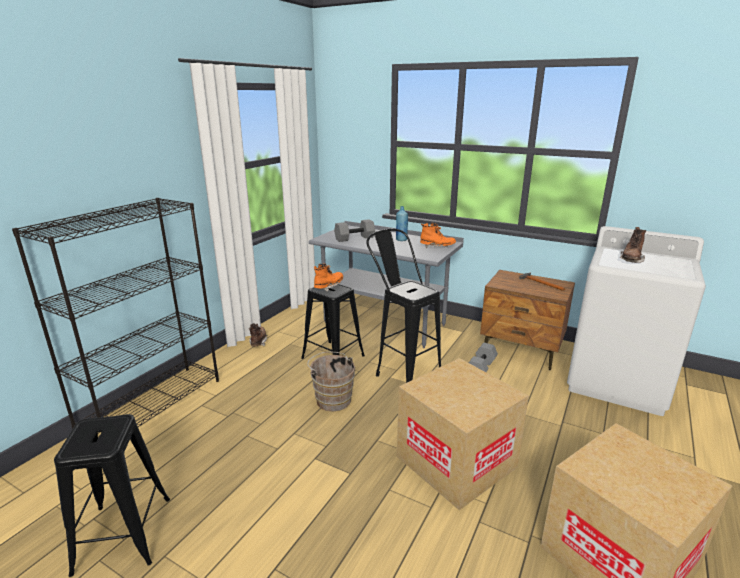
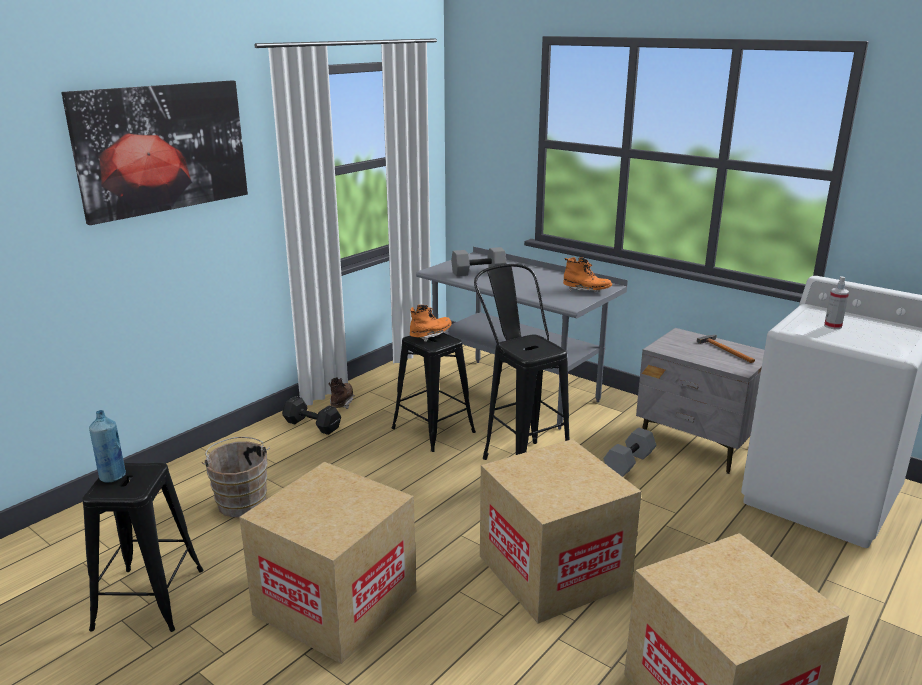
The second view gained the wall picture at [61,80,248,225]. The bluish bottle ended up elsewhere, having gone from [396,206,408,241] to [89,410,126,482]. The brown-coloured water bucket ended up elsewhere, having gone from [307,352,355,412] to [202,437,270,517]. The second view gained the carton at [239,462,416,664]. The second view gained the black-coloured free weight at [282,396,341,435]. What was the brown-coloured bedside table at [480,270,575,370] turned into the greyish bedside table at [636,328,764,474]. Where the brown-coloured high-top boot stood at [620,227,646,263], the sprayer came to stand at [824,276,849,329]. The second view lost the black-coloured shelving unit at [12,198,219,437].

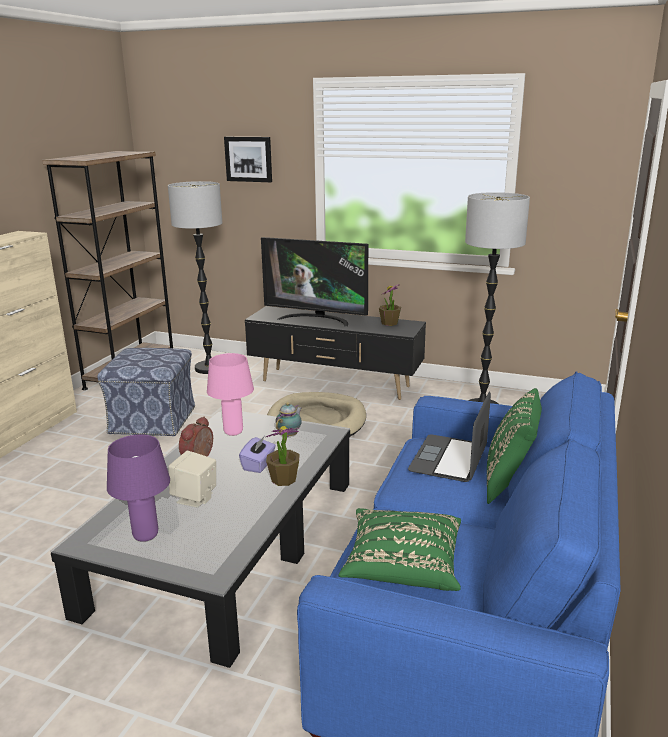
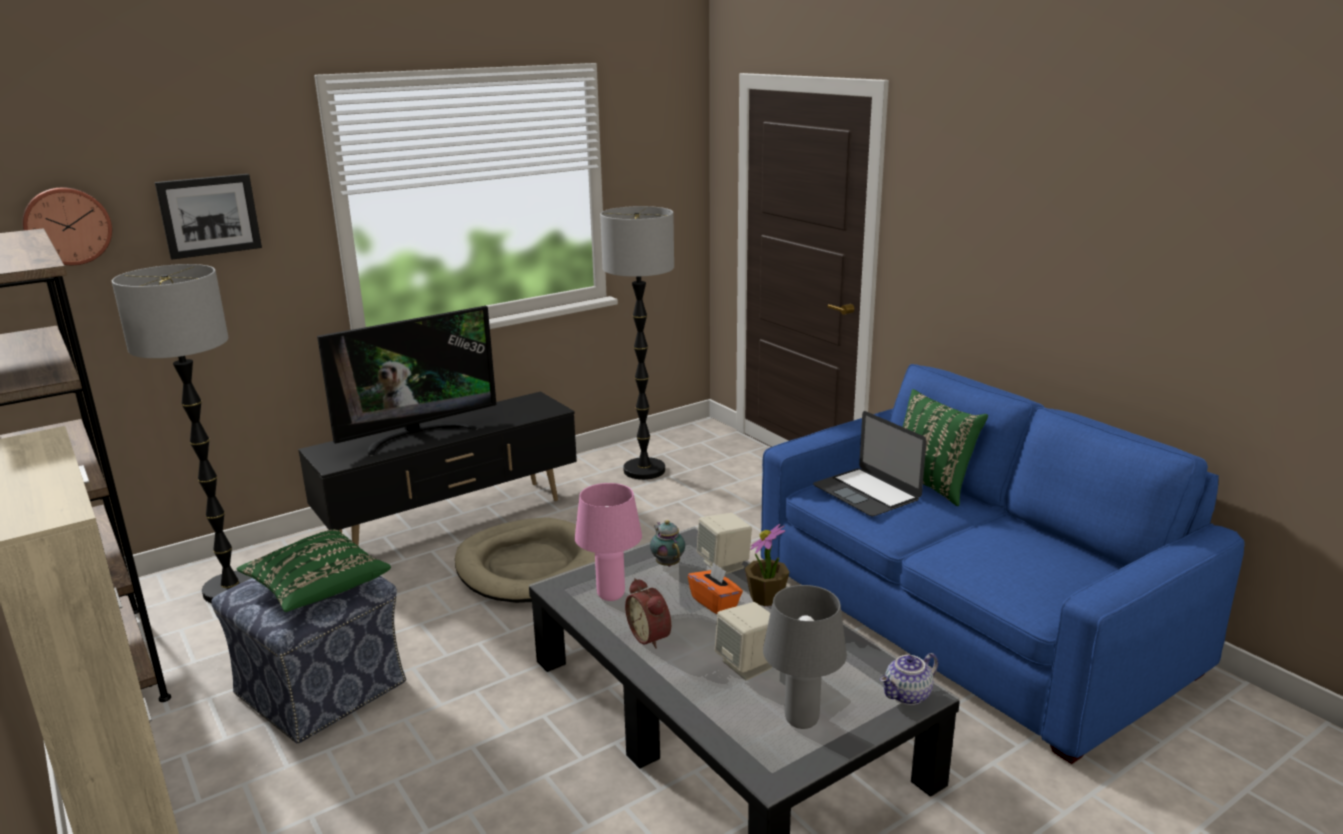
The second view gained the clock on the wall at [22,187,112,265]. The green cushion ended up elsewhere, having gone from [339,508,461,591] to [237,529,391,612]. What was the purple-coloured tissue holder at [239,436,276,473] turned into the orangey tissue holder at [688,562,743,614]. The second view gained the sand-coloured audio speaker at [697,513,752,574]. What was the purple-coloured lamp for a table at [107,434,170,542] turned into the greyish lamp for a table at [763,585,847,729]. The second view gained the pot for tea at [880,653,938,705]. The second view lost the houseplant at [379,284,401,326].

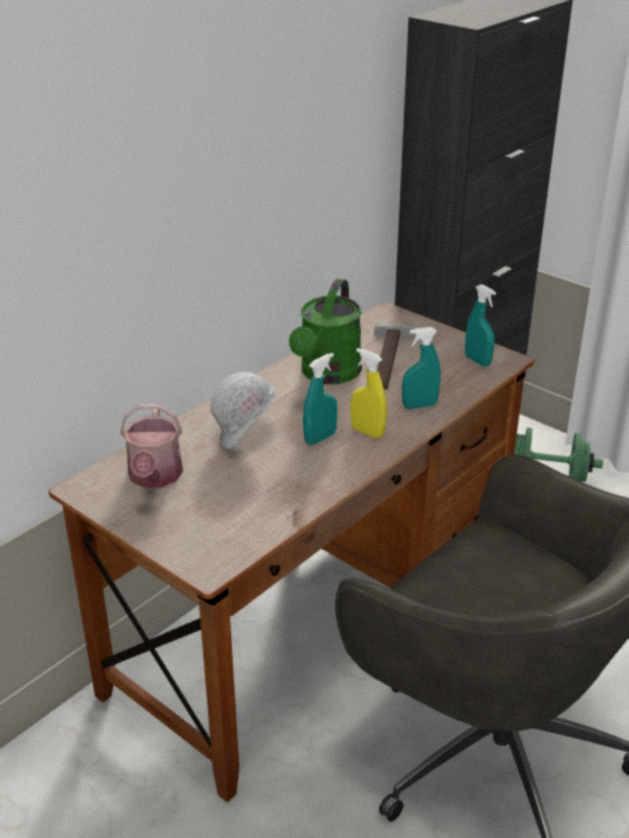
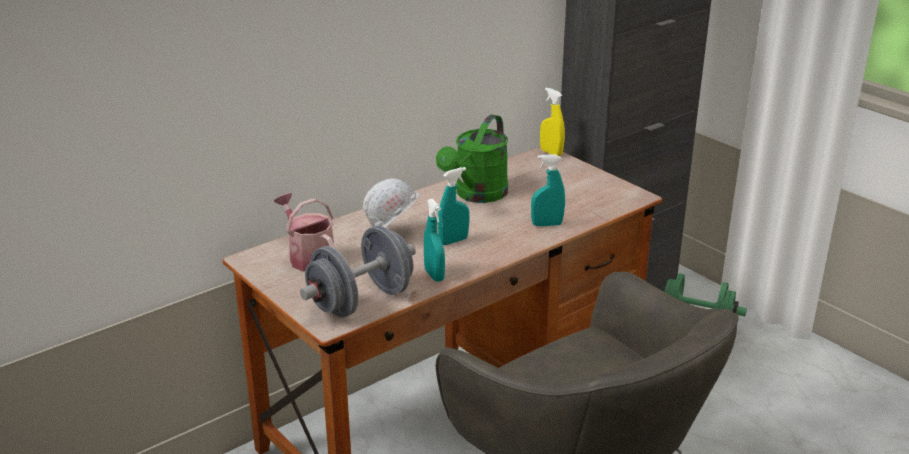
The watering pot at [120,404,183,488] ended up facing another way, 135 degrees clockwise from before. The second view gained the greyish free weight at [300,226,416,318]. The blue-green sprayer ended up elsewhere, having gone from [465,284,496,367] to [424,199,445,282]. The yellowish sprayer ended up elsewhere, having gone from [350,348,387,438] to [540,88,565,156]. The second view lost the tool hammer at [375,321,423,389].

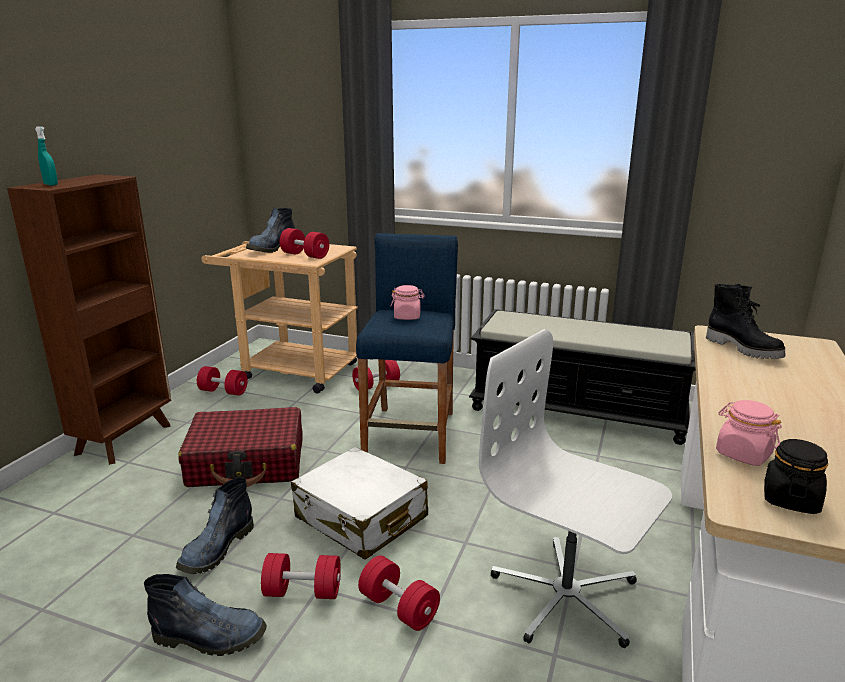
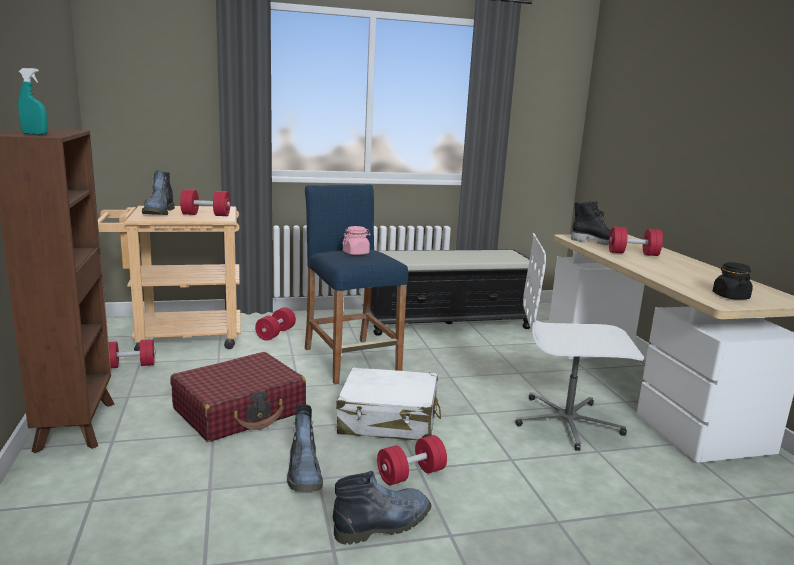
The red-coloured free weight ended up elsewhere, having gone from [358,555,440,631] to [609,227,663,256]. The second view lost the pinkish preserve jar at [716,400,782,466].

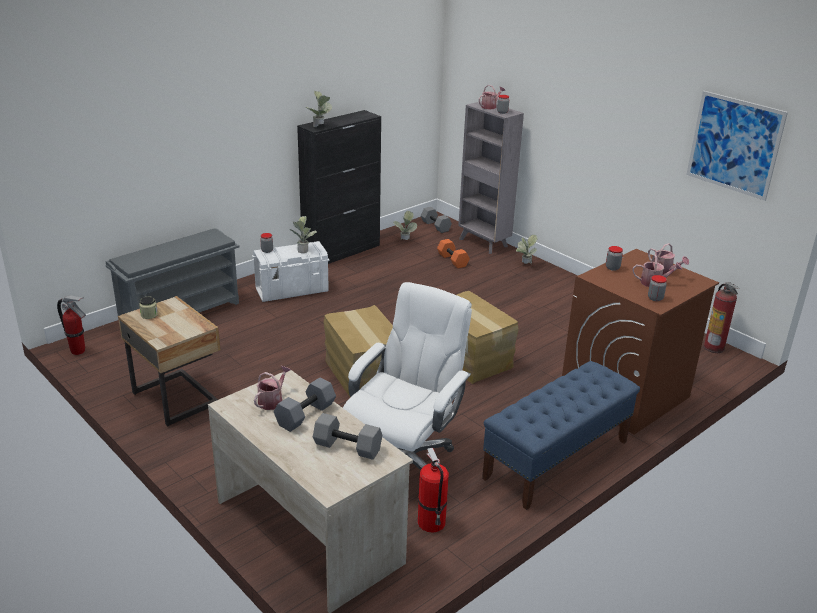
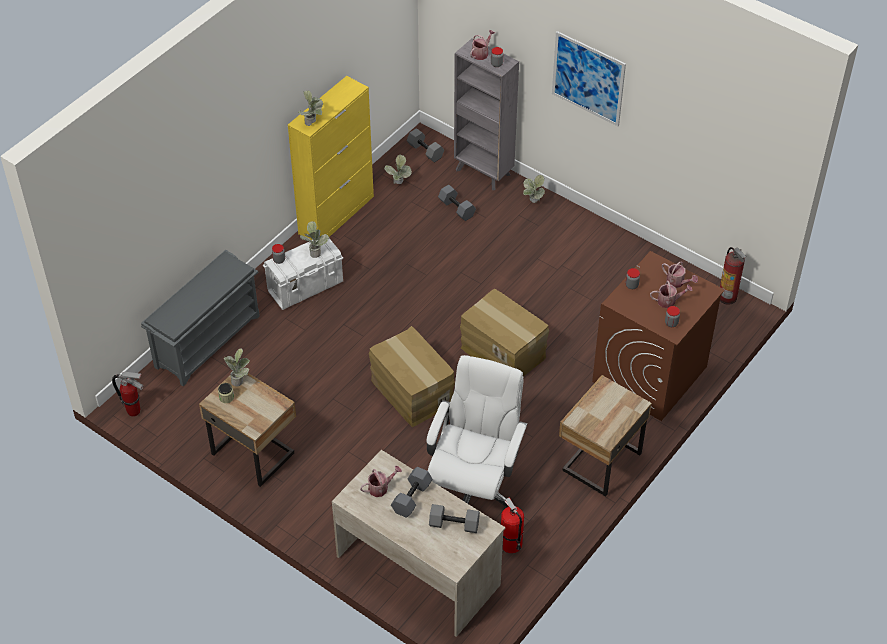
The second view gained the houseplant at [224,349,250,387]. What was the black-coloured storage cabinet at [297,110,381,264] turned into the yellowish storage cabinet at [288,76,374,240]. The watering pot at [254,366,291,410] ended up facing another way, 45 degrees clockwise from before. What was the orangey free weight at [437,239,470,269] turned into the greyish free weight at [438,185,476,221]. The wall picture ended up elsewhere, having gone from [686,91,788,201] to [552,31,626,126]. Where the bluish indoor bench stood at [482,361,640,510], the sand-coloured bedside table came to stand at [559,375,652,497].

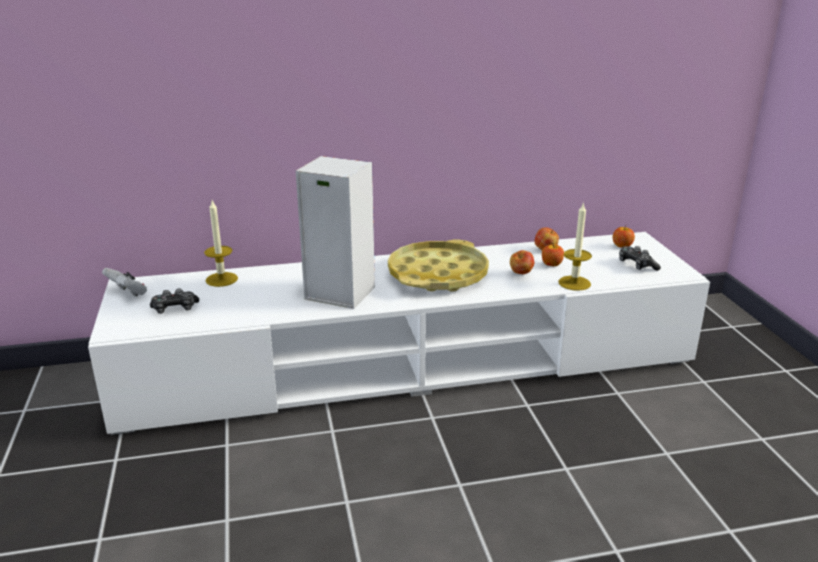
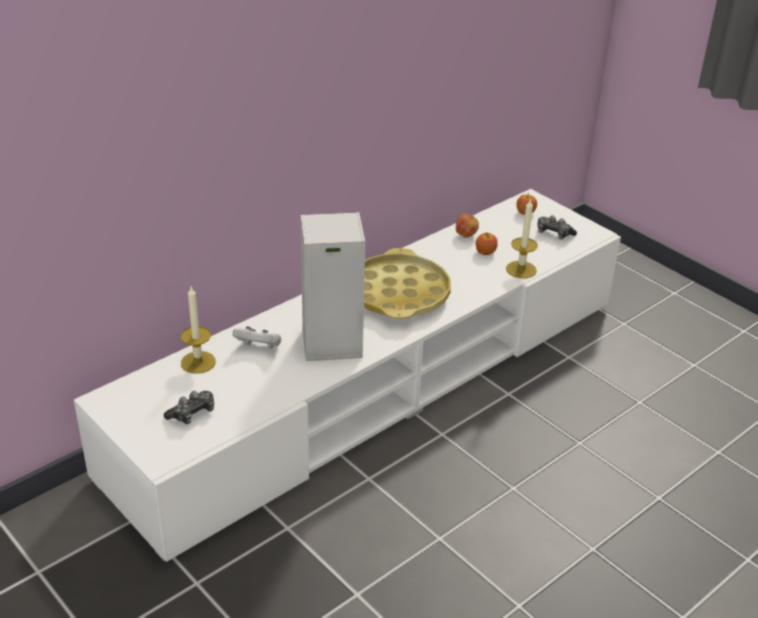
The whitish game controller ended up elsewhere, having gone from [102,268,147,297] to [233,326,281,349]. The second view lost the whole apple at [510,250,534,274].

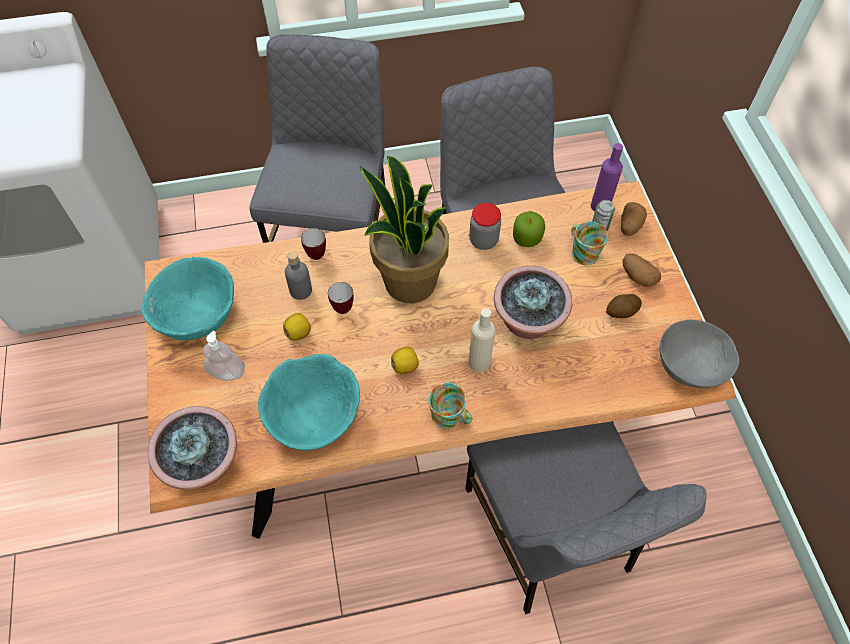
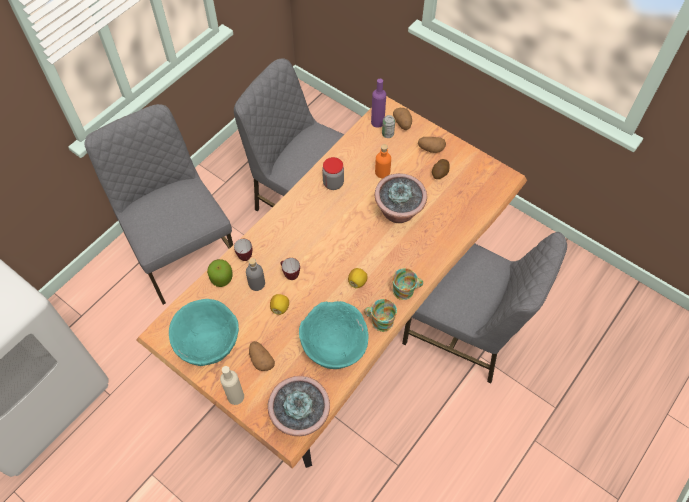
The whole apple ended up elsewhere, having gone from [513,211,545,247] to [207,259,233,287]. The sand-coloured bottle ended up elsewhere, having gone from [469,308,496,372] to [220,366,244,405]. Where the soap bottle stood at [203,331,245,381], the whole potato came to stand at [249,341,275,371]. The coffee mug ended up elsewhere, having gone from [571,222,608,265] to [364,299,397,332]. The second view gained the orangey bottle at [375,144,391,178]. The second view lost the houseplant at [359,156,449,303]. The second view lost the greyish bowl at [660,320,739,388].

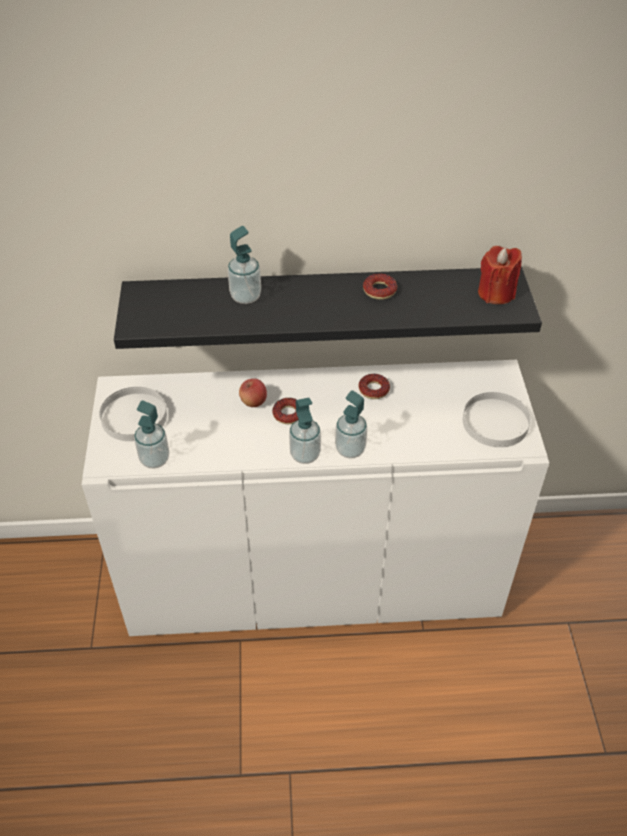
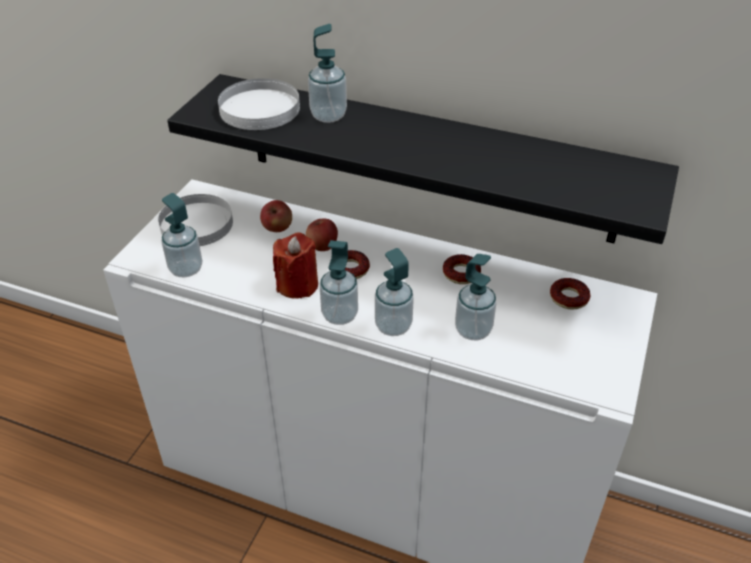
The whitish plate ended up elsewhere, having gone from [463,392,531,447] to [218,78,300,130]. The second view gained the whole apple at [260,200,292,232]. The red-coloured candle ended up elsewhere, having gone from [478,246,522,304] to [273,232,318,299]. The second view gained the soap bottle at [455,254,496,340]. The ring doughnut ended up elsewhere, having gone from [363,273,397,300] to [550,278,590,310].

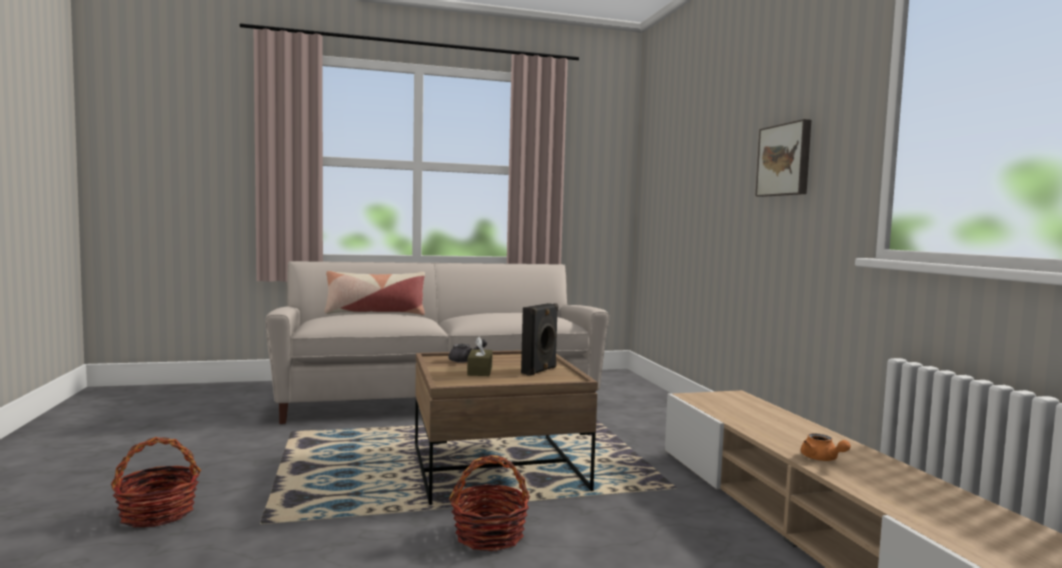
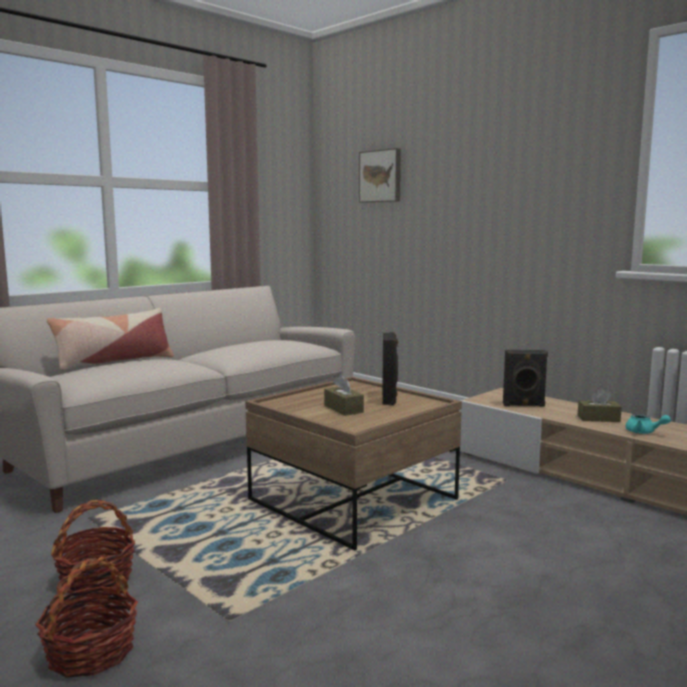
The basket ended up elsewhere, having gone from [449,455,530,551] to [51,500,135,594]. The wall picture ended up elsewhere, having gone from [755,119,812,197] to [359,148,401,203]. The second view gained the black-coloured audio speaker at [503,350,548,407]. The second view gained the brown-coloured tissue holder at [578,389,622,422]. What was the orangey pot for tea at [801,433,851,461] turned into the blue-green pot for tea at [625,414,671,434]. The second view lost the greyish pot for tea at [448,339,487,362].

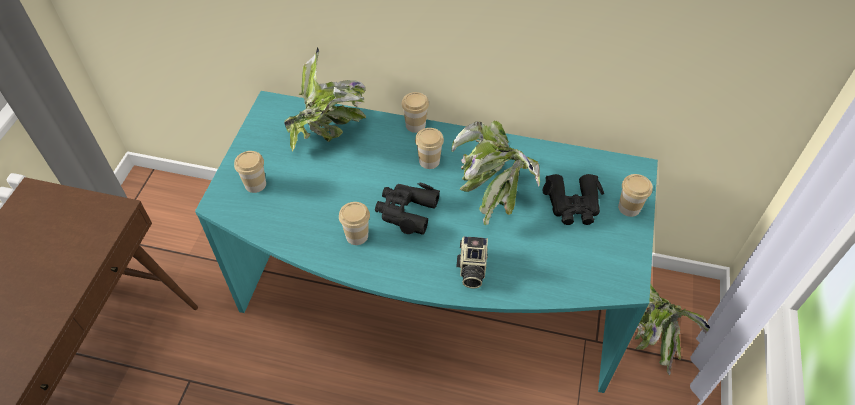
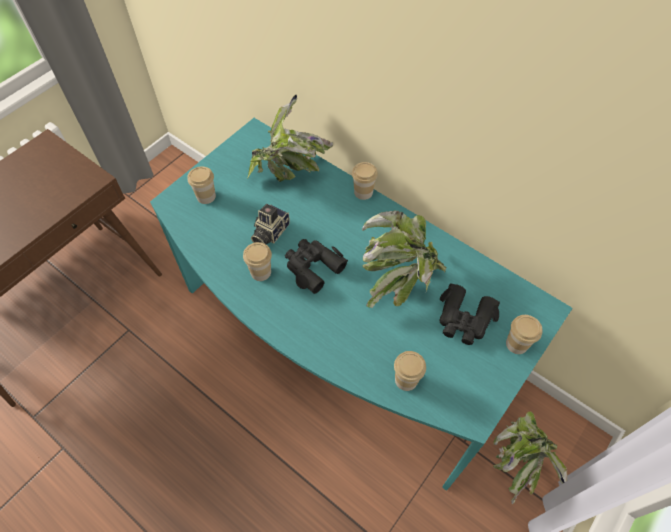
The photo camera ended up elsewhere, having gone from [456,237,488,288] to [251,204,290,244]. The drinking cup ended up elsewhere, having gone from [415,128,444,169] to [394,351,426,391].

